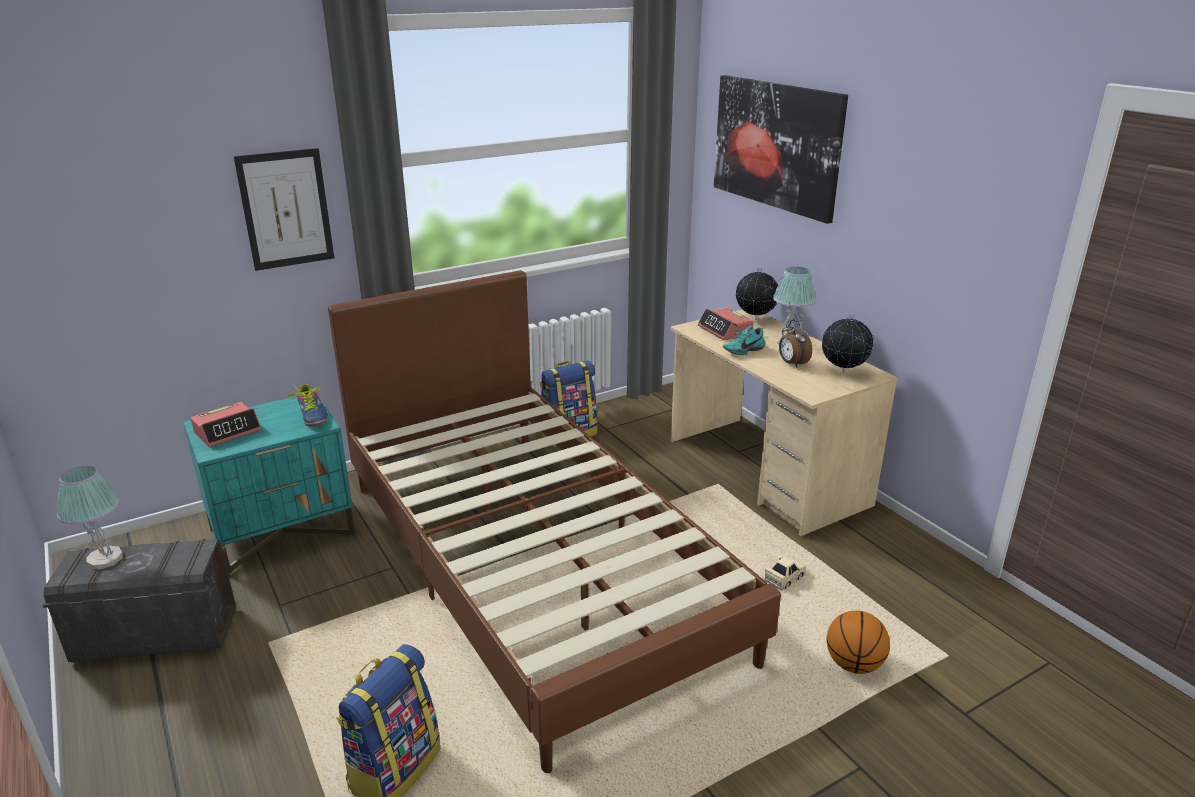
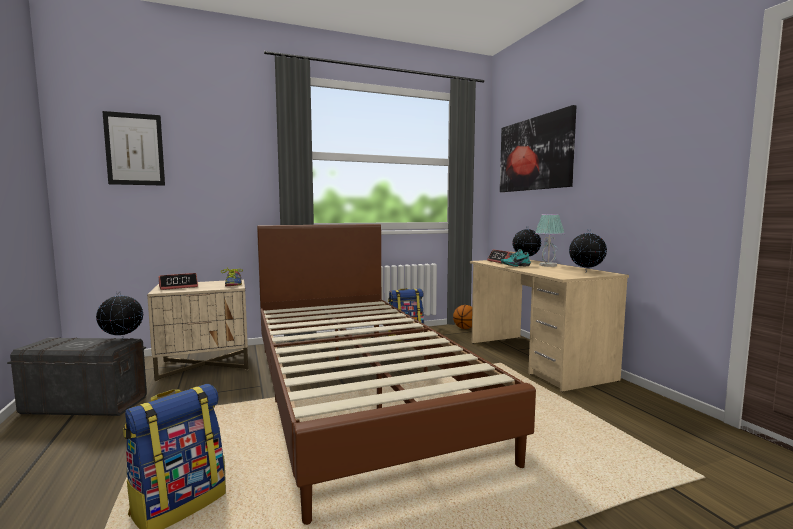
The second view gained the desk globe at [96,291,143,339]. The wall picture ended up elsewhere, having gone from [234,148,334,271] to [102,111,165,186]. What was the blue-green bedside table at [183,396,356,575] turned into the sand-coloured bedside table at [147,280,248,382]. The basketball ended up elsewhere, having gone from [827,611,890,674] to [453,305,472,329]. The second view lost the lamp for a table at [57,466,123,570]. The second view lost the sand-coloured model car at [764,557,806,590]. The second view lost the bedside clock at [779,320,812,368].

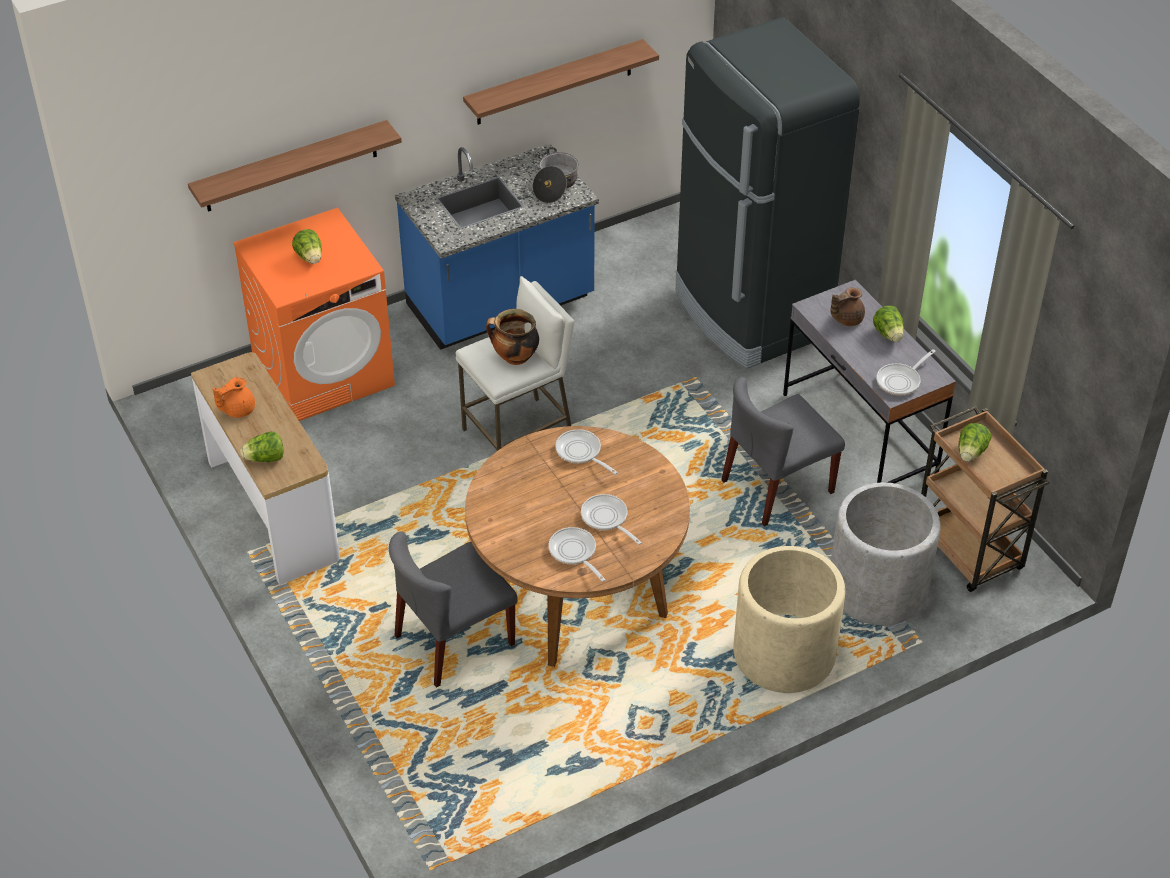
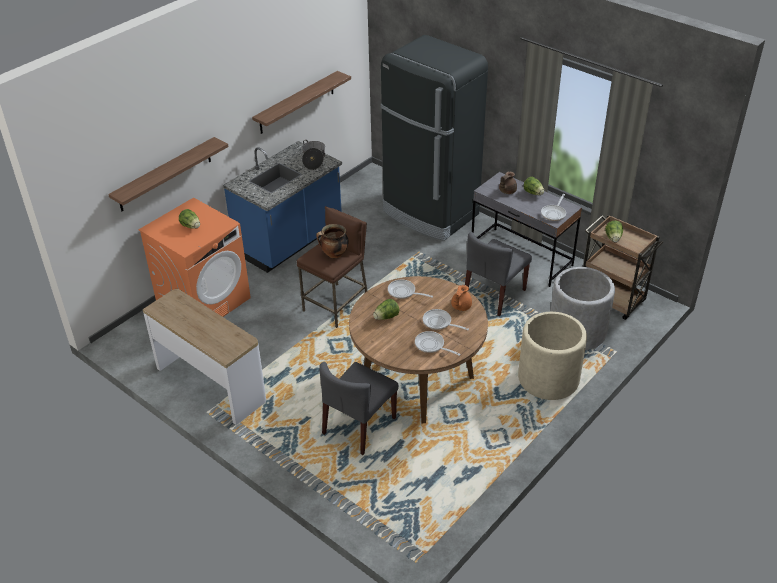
What was the whitish stool at [456,276,574,451] turned into the brown-coloured stool at [297,206,367,328]. The lettuce head ended up elsewhere, having gone from [241,432,284,462] to [373,299,399,320]. The orangey pot for tea ended up elsewhere, having gone from [213,377,255,418] to [451,285,472,311].

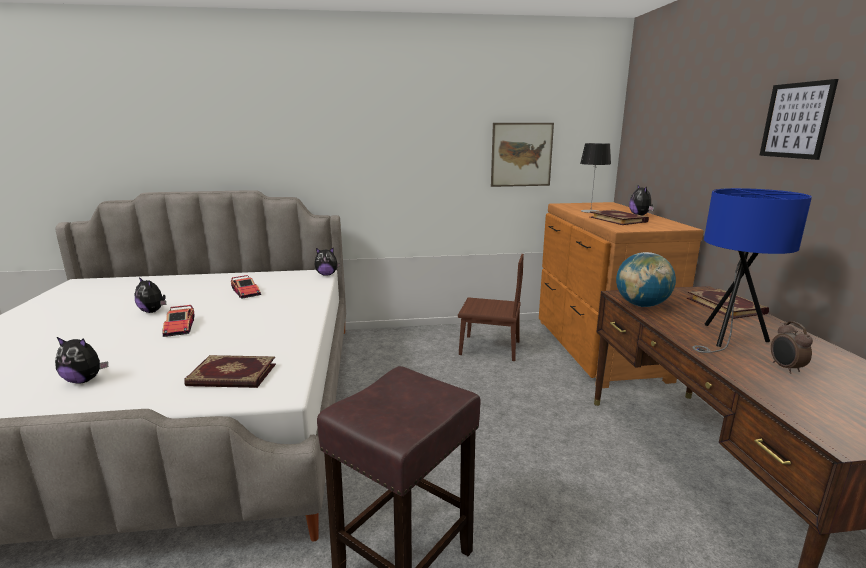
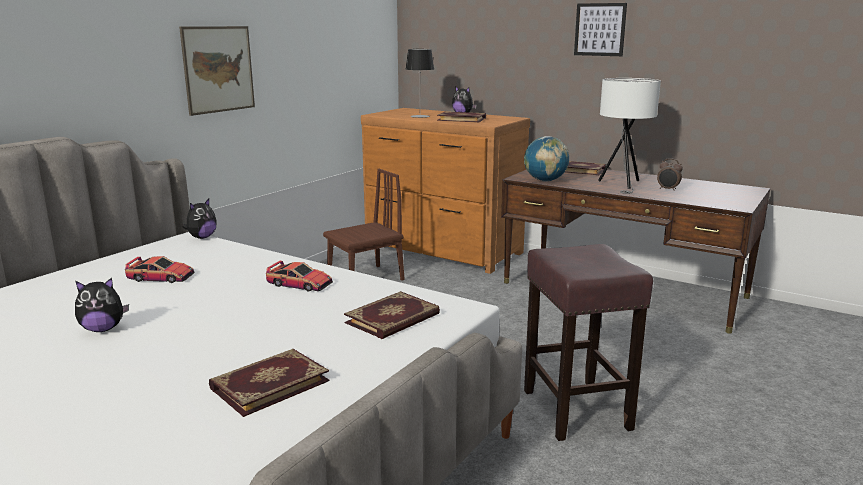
The wall picture ended up elsewhere, having gone from [491,123,554,187] to [179,26,255,116]. Where the cuddly toy stood at [55,337,108,384], the bound book came to stand at [209,349,330,417]. The model car ended up elsewhere, having gone from [162,305,195,337] to [266,261,333,292]. What was the bluish lamp for a table at [692,188,812,353] turned into the whitish lamp for a table at [598,78,661,194].

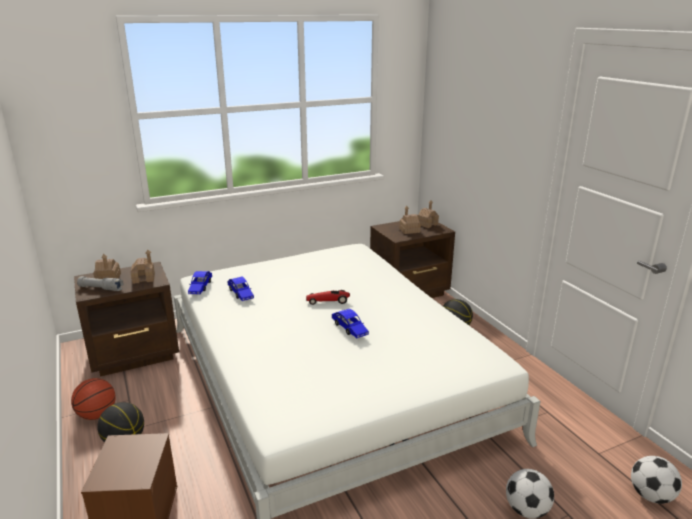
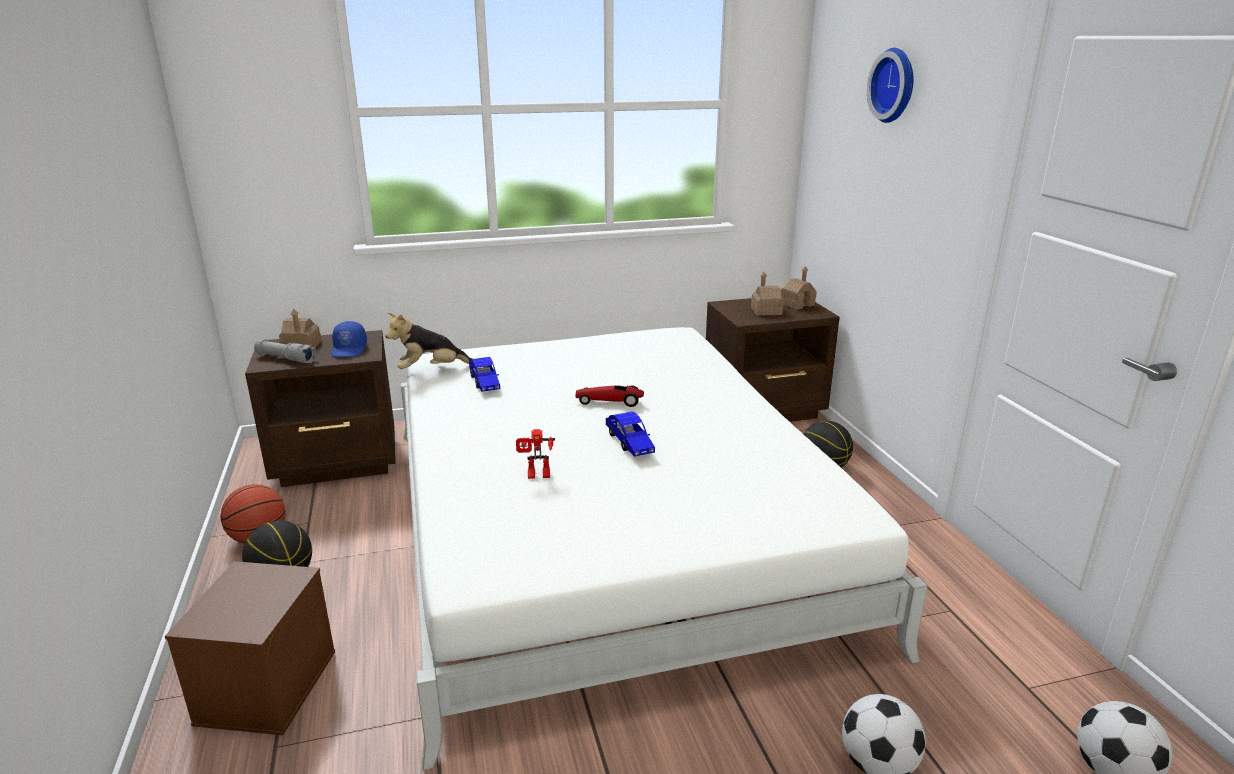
Where the miniature house stood at [130,250,155,284], the bluish cap came to stand at [331,321,367,357]. Where the bluish model car stood at [188,271,212,294], the cuddly toy came to stand at [385,313,473,369]. The second view gained the toy robot at [516,429,555,479]. The second view gained the clock on the wall at [867,48,913,123].

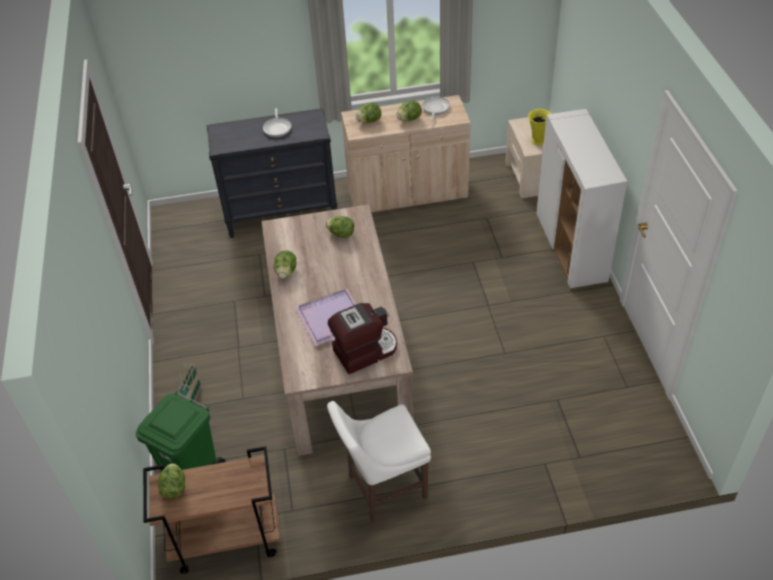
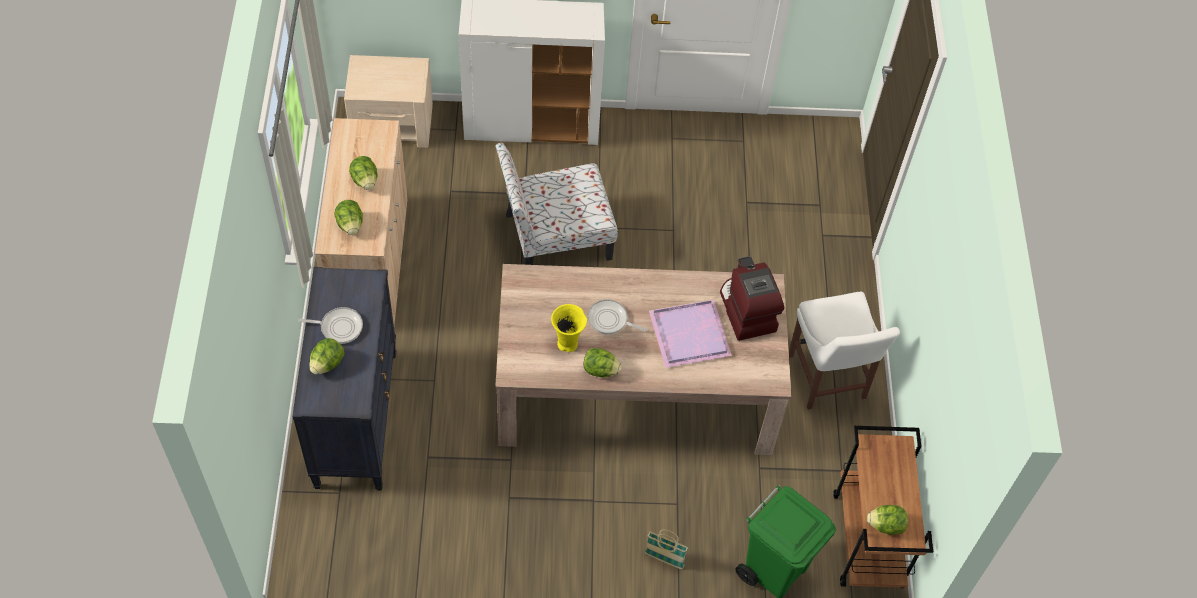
The lettuce head ended up elsewhere, having gone from [326,216,354,238] to [309,338,345,375]. The second view gained the upright chair at [496,143,618,265]. The yellowish vase ended up elsewhere, having gone from [528,109,552,146] to [551,304,587,352]. The pan ended up elsewhere, having gone from [422,97,450,122] to [588,299,647,335].

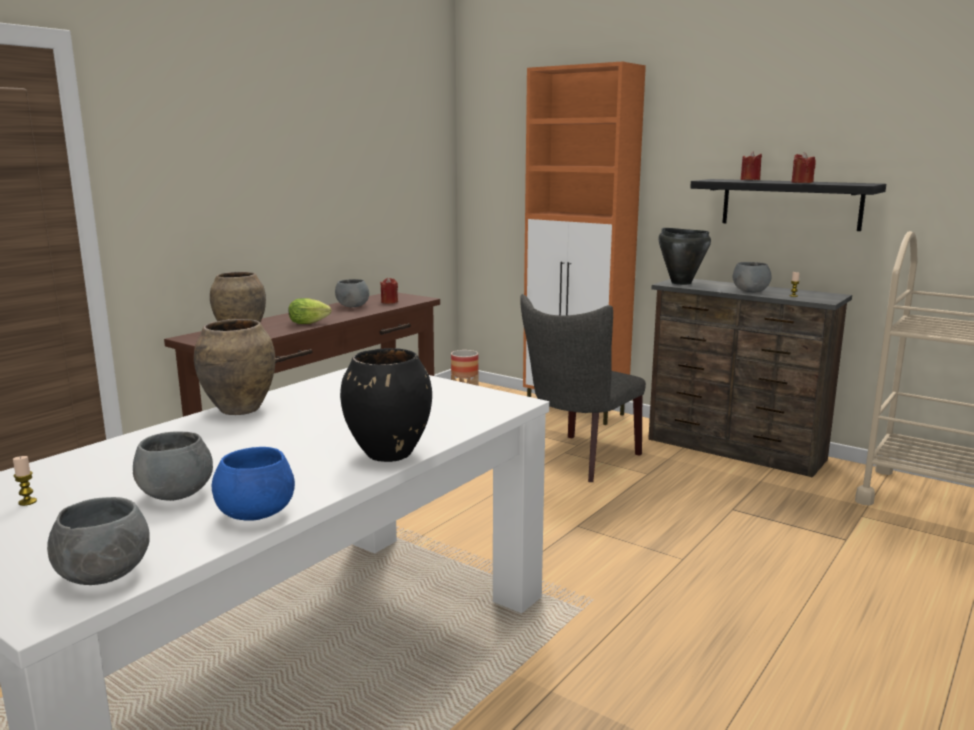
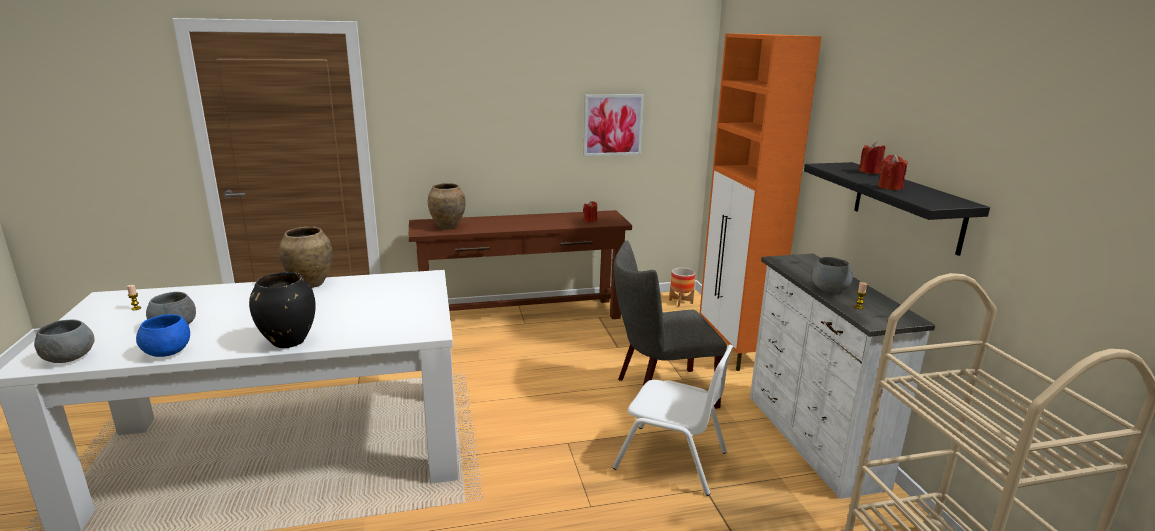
The second view gained the wall picture at [583,94,644,156]. The second view gained the whitish upright chair at [612,344,734,496]. What was the brown-coloured drawer chest at [648,279,852,478] turned into the whitish drawer chest at [750,253,935,499]. The second view lost the lettuce head at [288,298,332,324]. The second view lost the greyish bowl at [335,279,369,307]. The second view lost the black-coloured stockpot at [658,228,711,285].

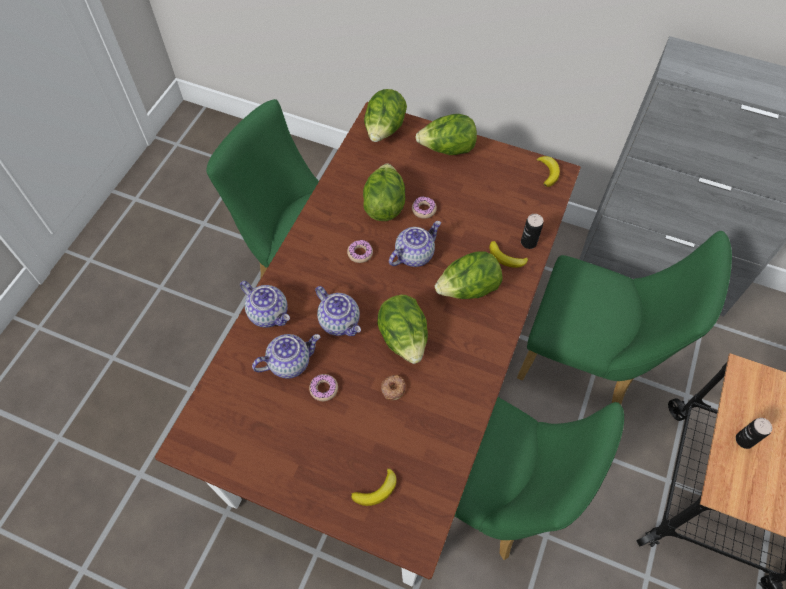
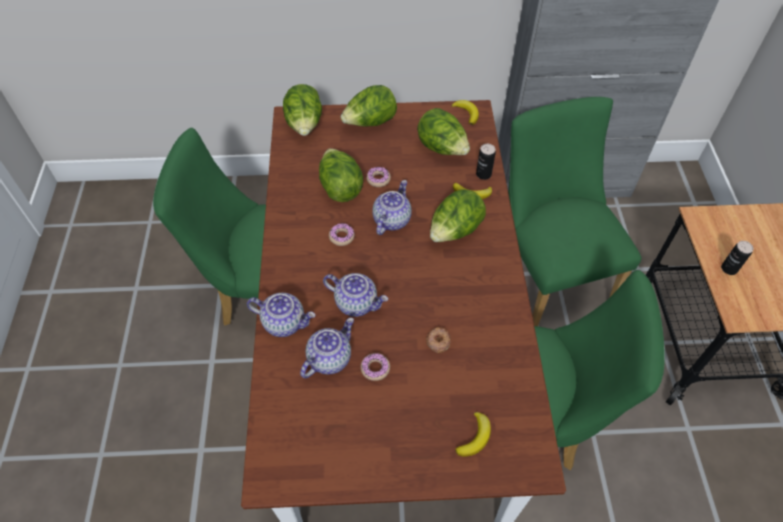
The lettuce head ended up elsewhere, having gone from [377,295,428,364] to [417,108,470,155]. The green upright chair at [517,231,732,404] ended up facing another way, 105 degrees counterclockwise from before.

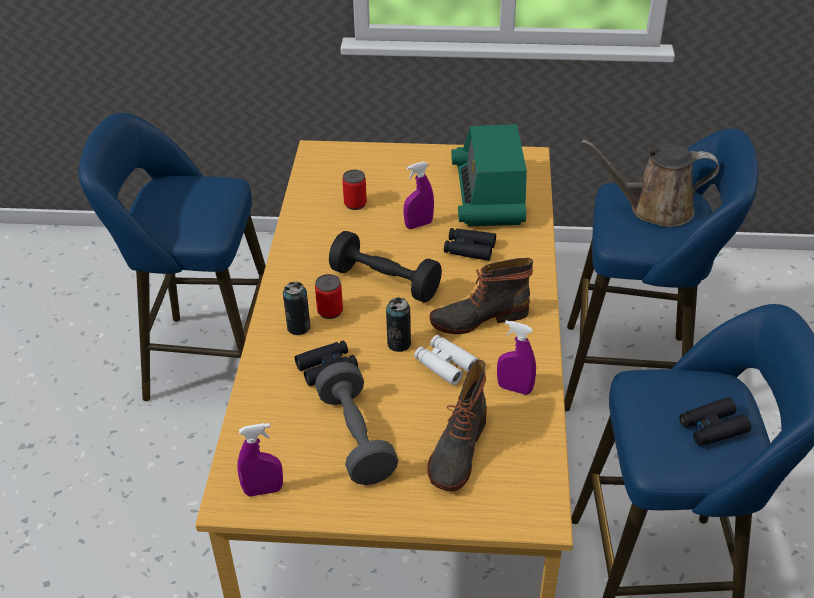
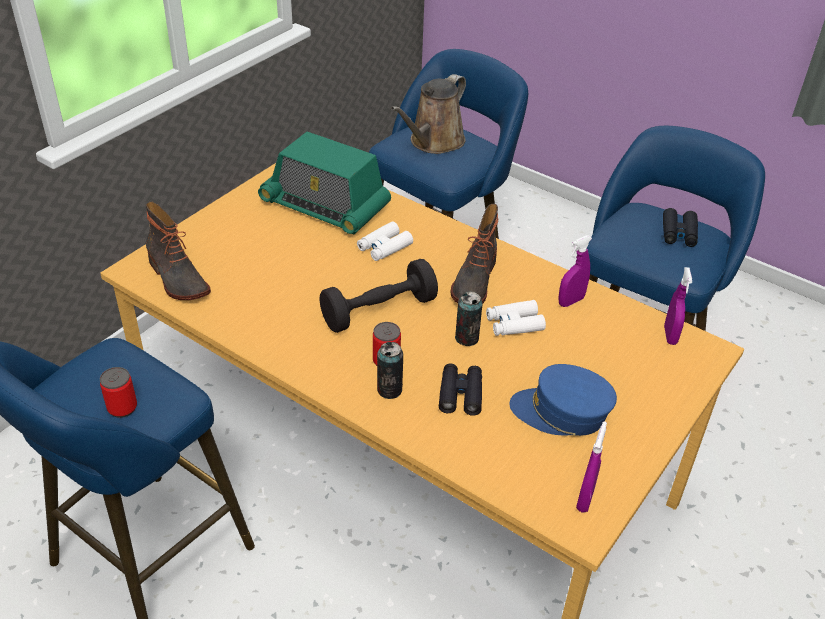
The metal can ended up elsewhere, having gone from [342,170,367,210] to [100,367,137,418]. The high-top boot ended up elsewhere, having gone from [427,360,487,491] to [146,202,211,300]. What was the black-coloured field glasses at [444,228,496,261] turned into the whitish field glasses at [357,222,413,261]. Where the greyish free weight stood at [315,362,398,485], the bluish cap came to stand at [509,364,617,436]. The purple-coloured sprayer ended up elsewhere, having gone from [404,162,434,229] to [664,267,692,345].

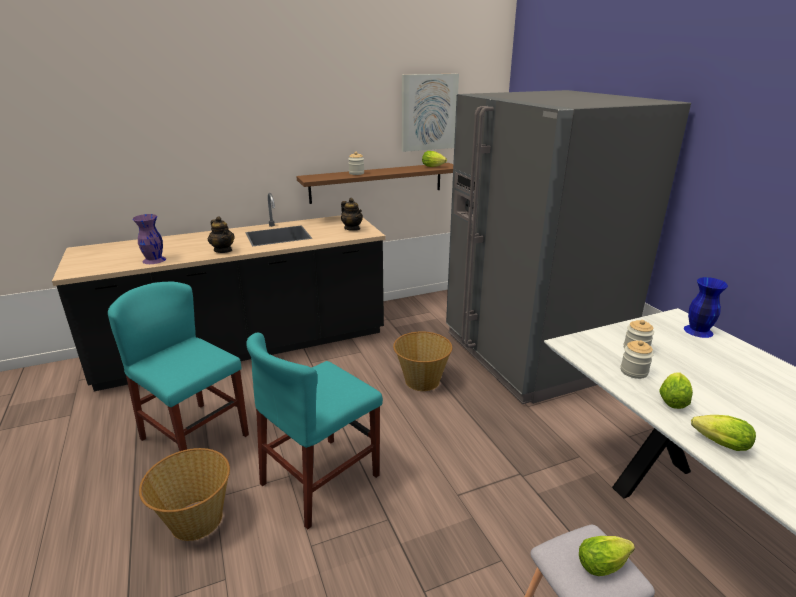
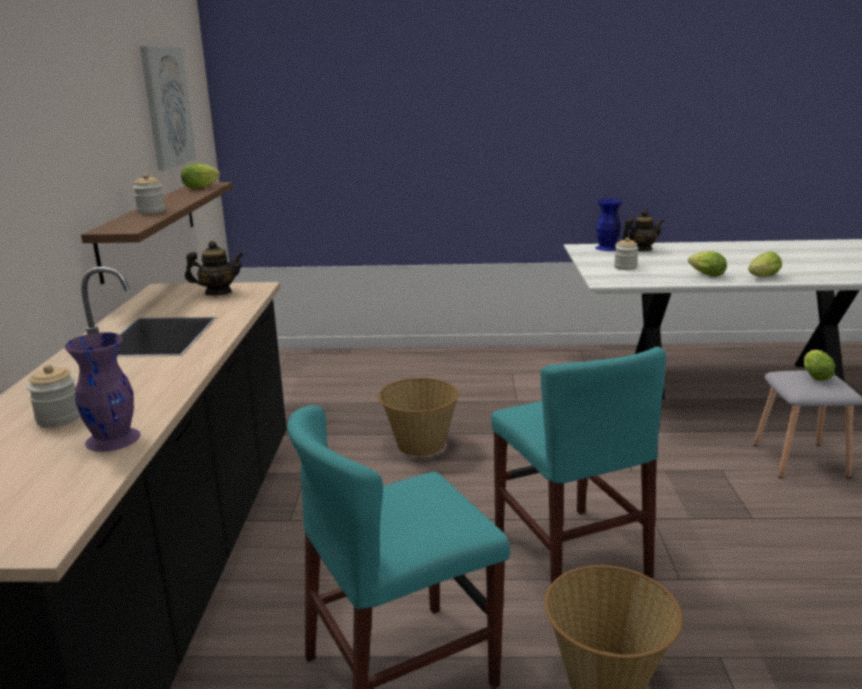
The preserve jar ended up elsewhere, having gone from [621,340,654,379] to [27,365,80,427]. The pot for tea ended up elsewhere, having gone from [208,216,235,253] to [622,210,664,251]. The second view lost the greyish kitchen fridge at [446,90,691,404].

